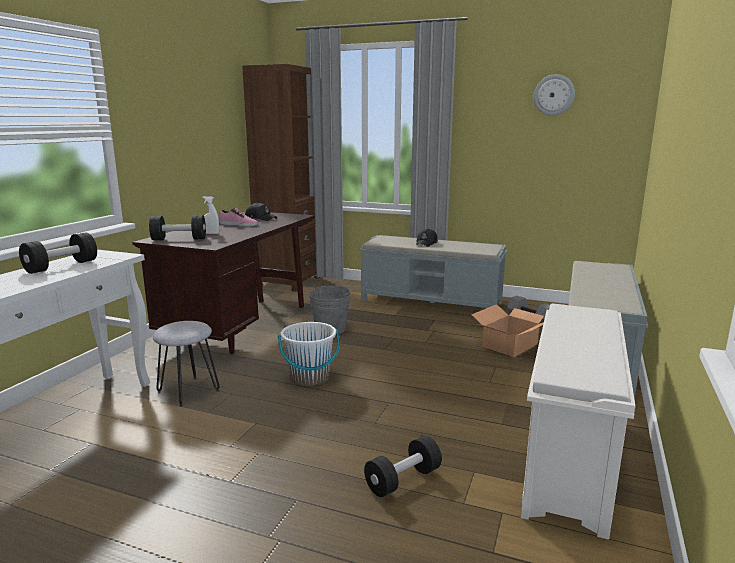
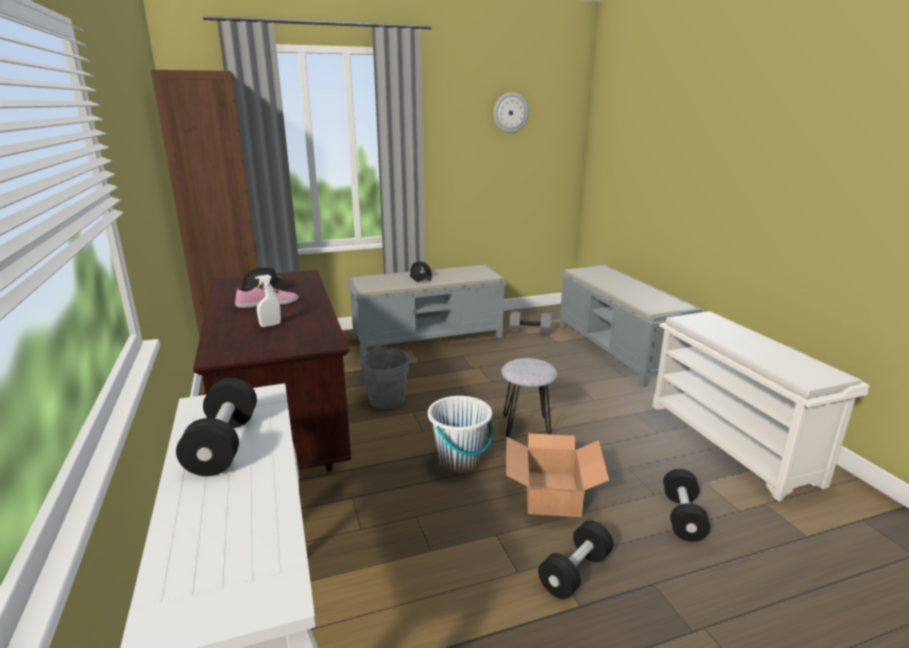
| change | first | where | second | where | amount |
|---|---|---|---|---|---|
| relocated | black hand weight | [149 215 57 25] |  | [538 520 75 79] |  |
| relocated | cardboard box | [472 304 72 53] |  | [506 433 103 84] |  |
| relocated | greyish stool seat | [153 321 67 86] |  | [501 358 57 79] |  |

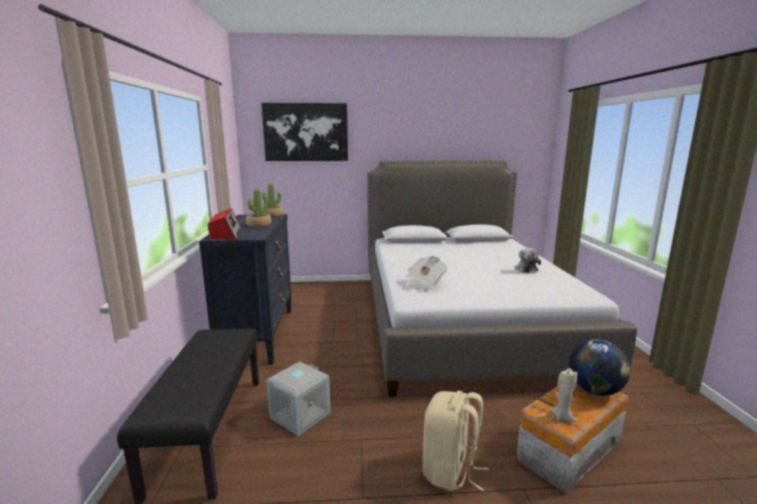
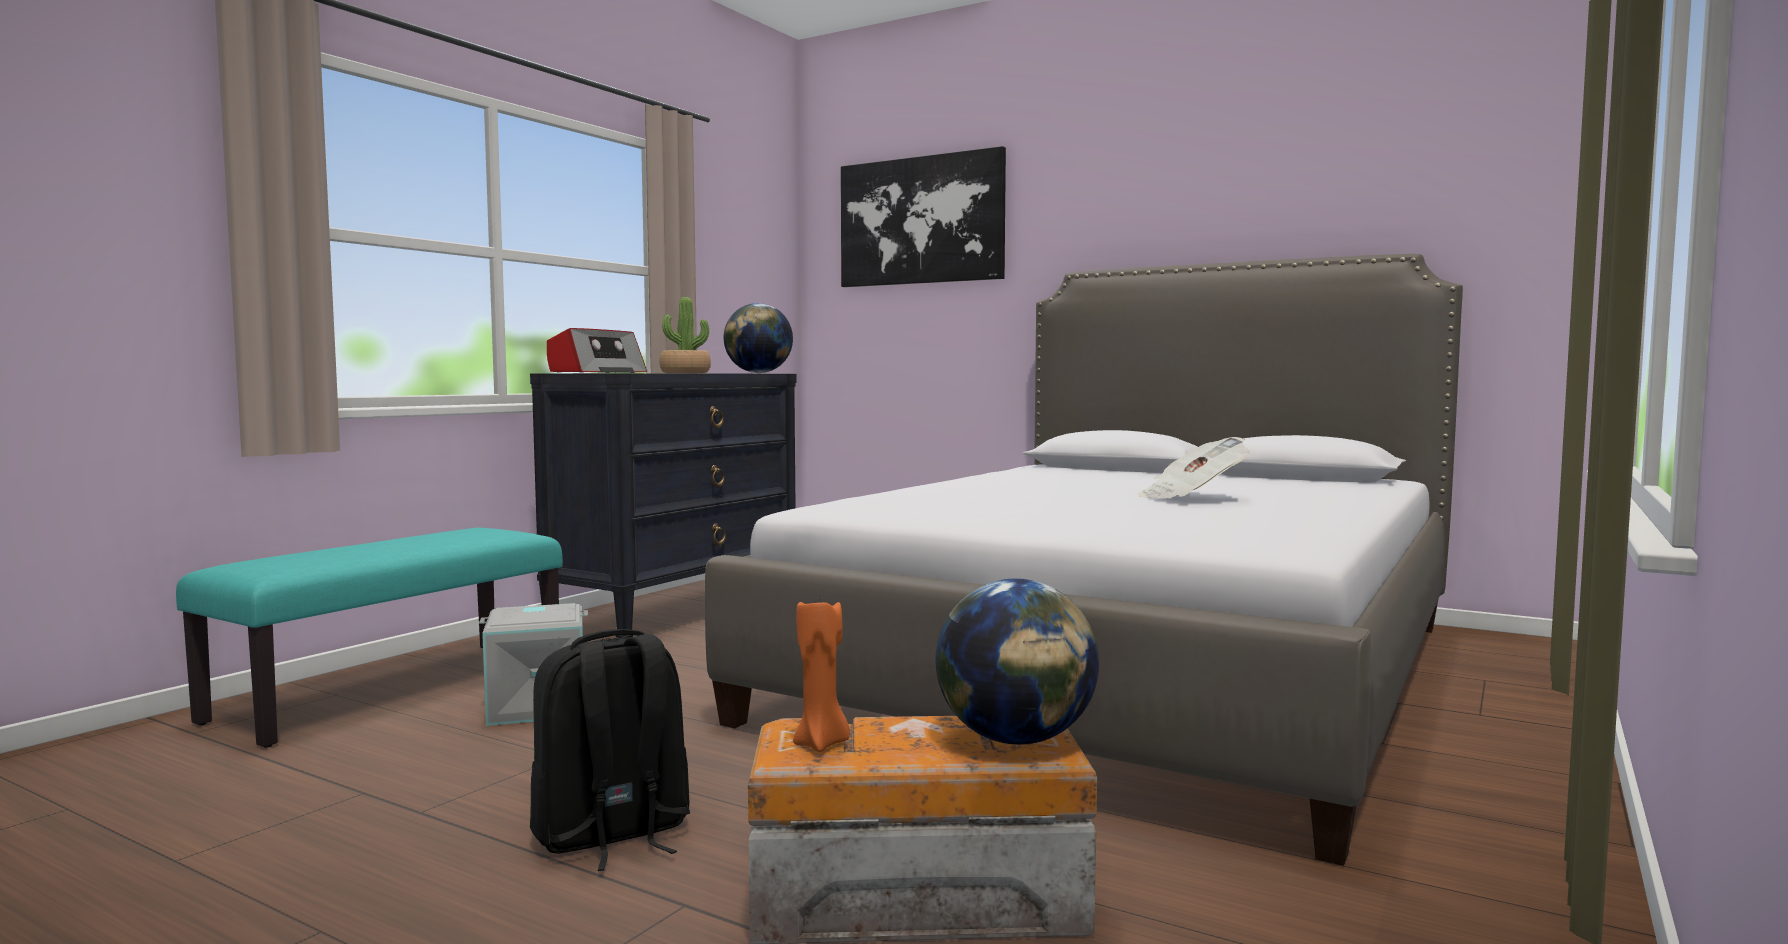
| change | first | where | second | where | amount |
|---|---|---|---|---|---|
| exchanged | potted plant | [262 183 21 35] | world globe | [724 303 69 70] |  |
| missing | cuddly toy | [515 248 26 25] |  |  |  |
| relocated | daily paper | [406 256 41 33] |  | [1138 437 112 61] |  |
| colour | black bench | [117 329 142 175] | turquoise bench | [176 528 387 220] |  |
| colour | beige-coloured wax light | [550 368 27 54] | orangey wax light | [793 597 57 155] |  |
| colour | beige-coloured rucksack | [423 391 66 100] | black rucksack | [530 629 160 242] |  |

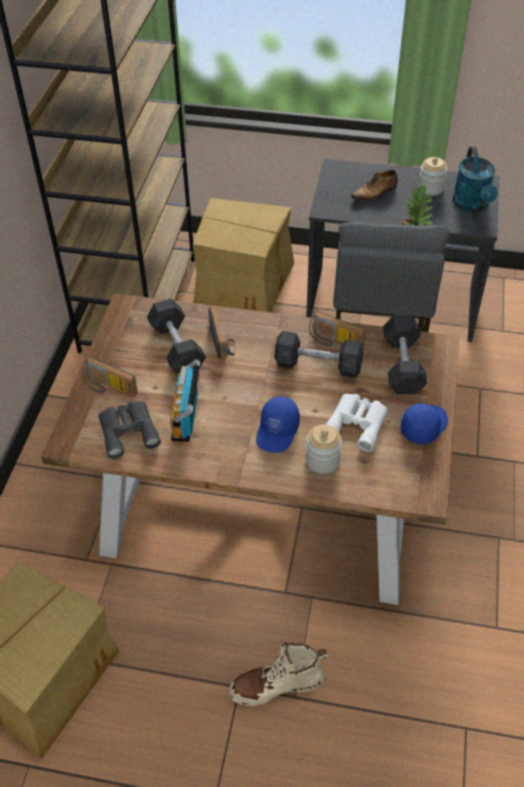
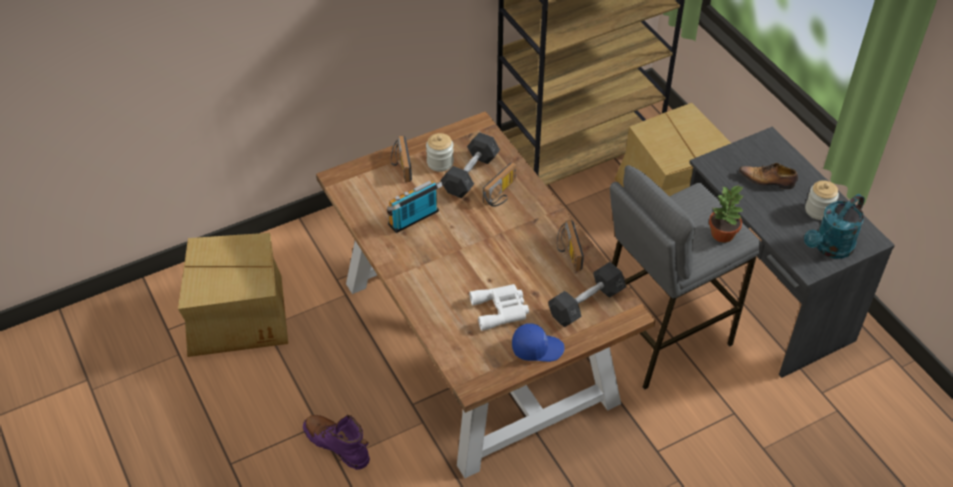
| change | first | where | second | where | amount |
|---|---|---|---|---|---|
| missing | greyish hand weight | [274 331 89 46] |  |  |  |
| missing | bluish cap | [256 396 44 57] |  |  |  |
| missing | greyish field glasses | [98 401 63 58] |  |  |  |
| relocated | storage jar | [305 425 37 49] |  | [426 133 28 39] |  |
| colour | beige-coloured high-top boot | [229 642 99 64] | purple high-top boot | [303 415 67 55] |  |

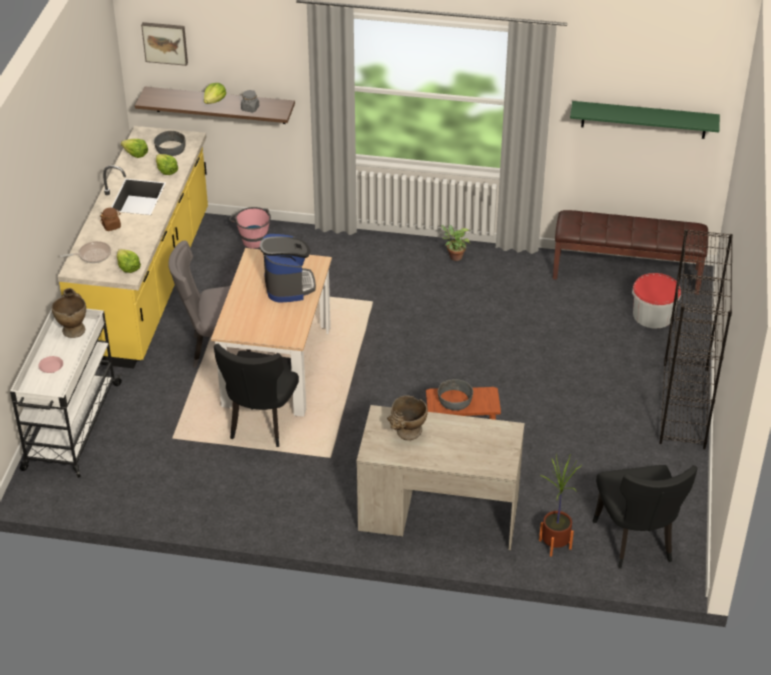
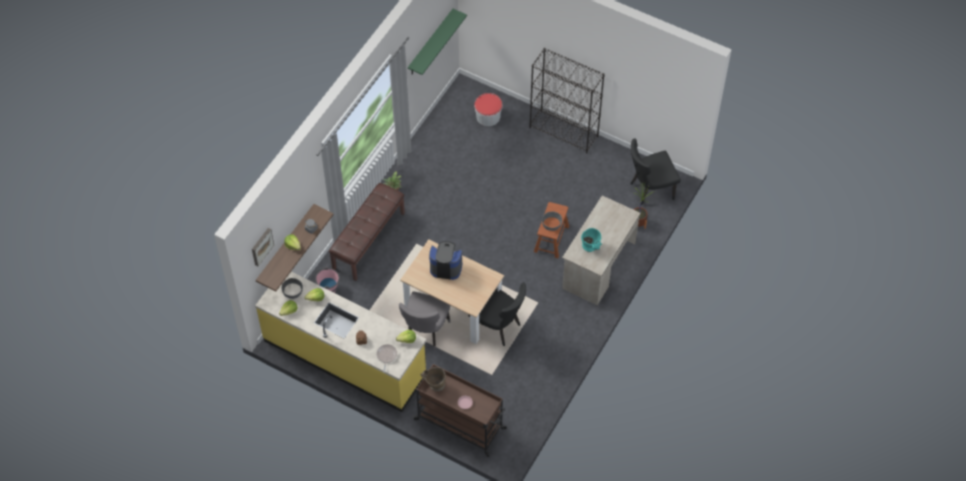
| change | first | where | second | where | amount |
|---|---|---|---|---|---|
| relocated | brown-coloured bench | [553 210 155 85] |  | [329 183 76 98] |  |
| colour | white trolley | [10 308 112 170] | brown-coloured trolley | [413 364 94 93] |  |
| colour | beige-coloured flower vase | [387 396 41 44] | turquoise flower vase | [581 228 21 24] |  |
| spun | black plain chair | [593 465 105 104] |  | [630 138 51 67] | 150 degrees clockwise |

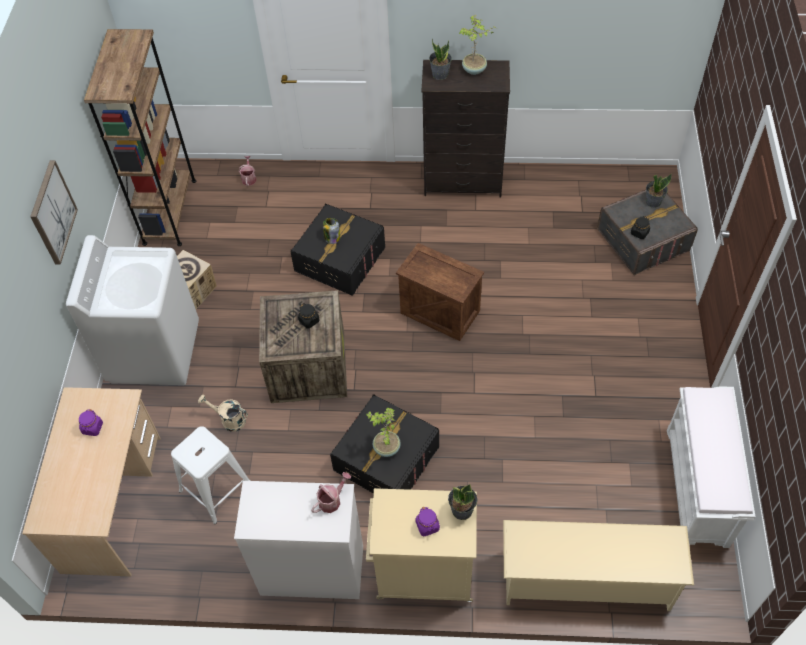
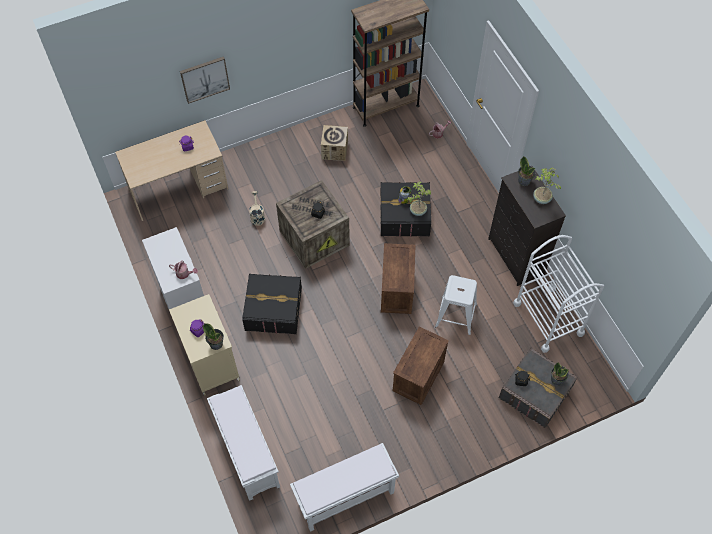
| change | first | where | second | where | amount |
|---|---|---|---|---|---|
| relocated | picture | [30 160 48 105] |  | [180 56 50 48] |  |
| missing | white laundry machine | [66 235 133 150] |  |  |  |
| relocated | potted plant | [366 408 35 49] |  | [407 182 24 34] |  |
| relocated | white stool seat | [171 426 79 98] |  | [435 275 42 60] |  |
| exchanged | beige-coloured shoe rack | [503 520 191 91] | white bench | [207 385 73 116] |  |
| appeared |  |  | white trolley | [513 235 91 118] |  |
| appeared |  |  | crate | [393 326 56 79] |  |

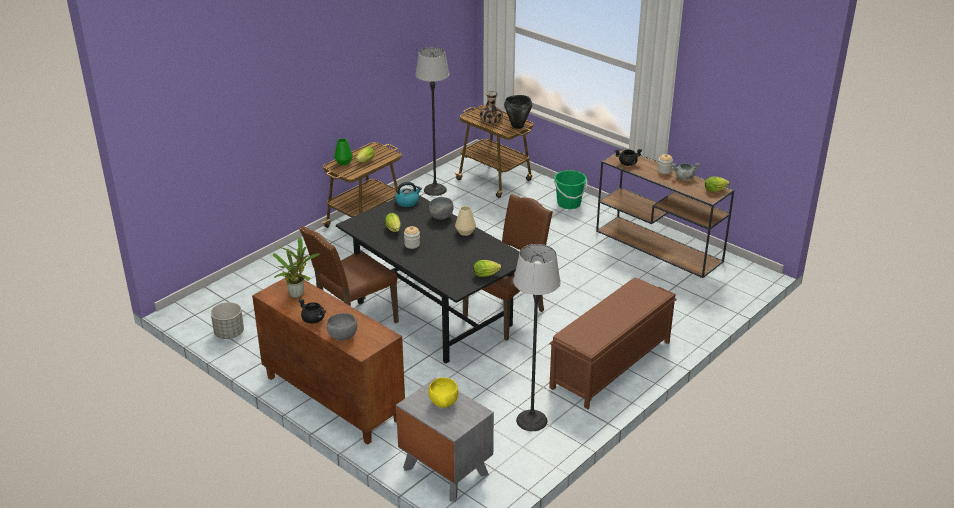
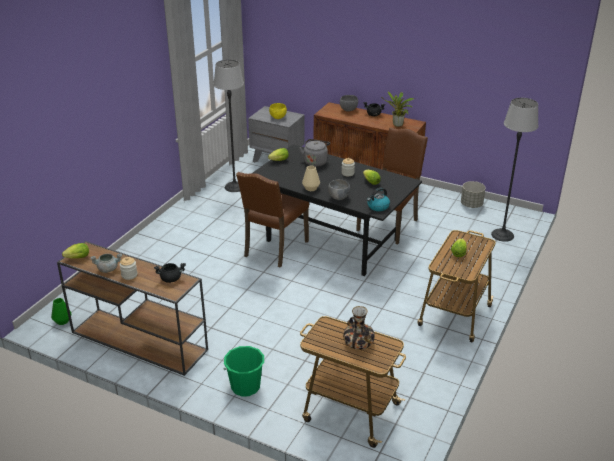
| change | first | where | second | where | amount |
|---|---|---|---|---|---|
| relocated | standing lamp | [415 47 34 149] |  | [491 98 47 144] |  |
| missing | black saucepot | [504 95 28 34] |  |  |  |
| relocated | green-coloured flower vase | [334 138 19 27] |  | [51 298 20 27] |  |
| missing | brown-coloured bench | [549 278 128 131] |  |  |  |
| appeared |  |  | greyish kettle | [299 139 31 28] |  |

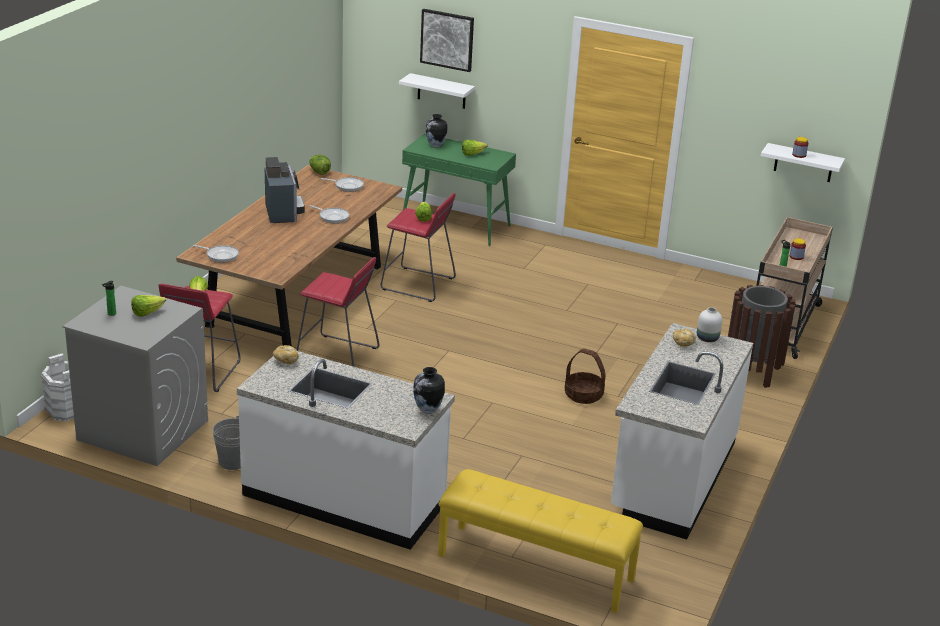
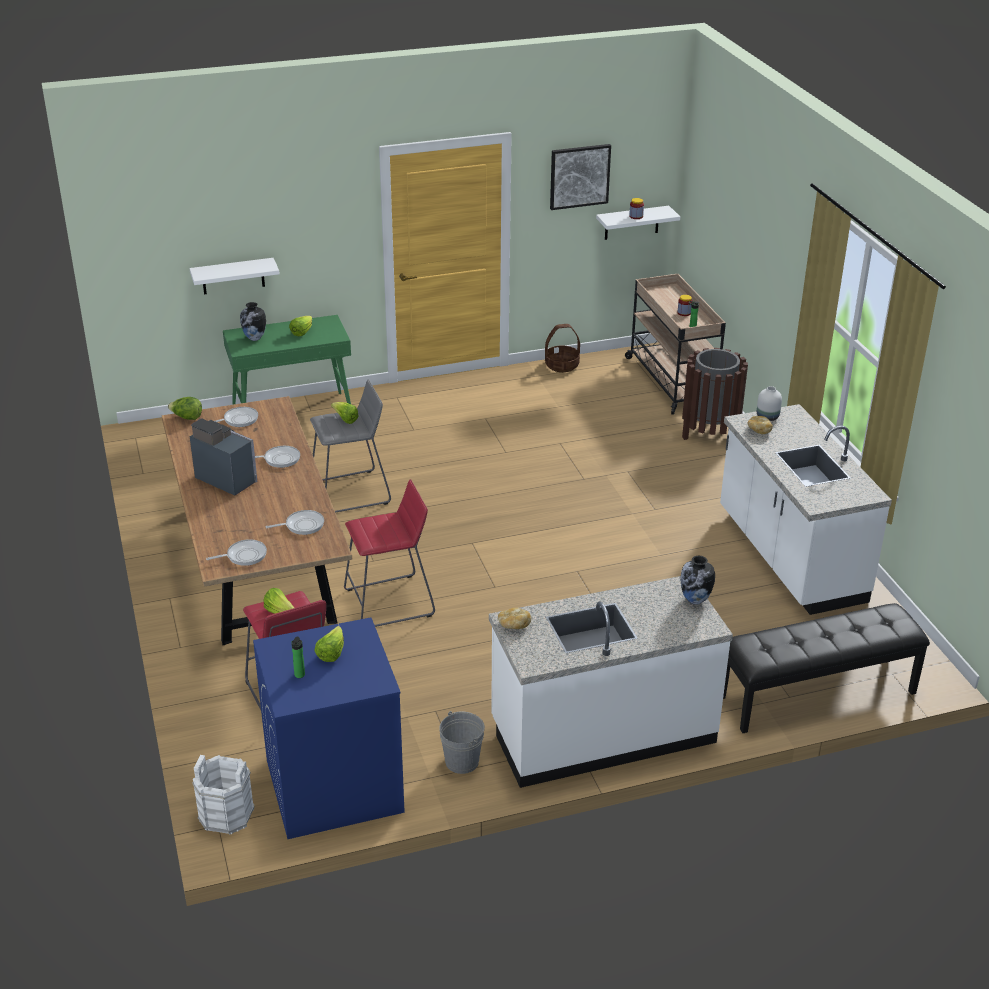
| change | first | where | second | where | amount |
|---|---|---|---|---|---|
| relocated | picture | [420 9 54 63] |  | [550 144 61 66] |  |
| colour | reddish stool seat | [381 193 75 109] | greyish stool seat | [310 379 81 134] |  |
| colour | greyish laundry machine | [62 286 146 180] | bluish laundry machine | [253 617 152 222] |  |
| relocated | household basket | [565 348 41 56] |  | [545 324 35 48] |  |
| colour | yellow-coloured bench | [438 469 205 144] | black bench | [723 603 207 130] |  |
| appeared |  |  | skillet | [266 510 58 25] |  |

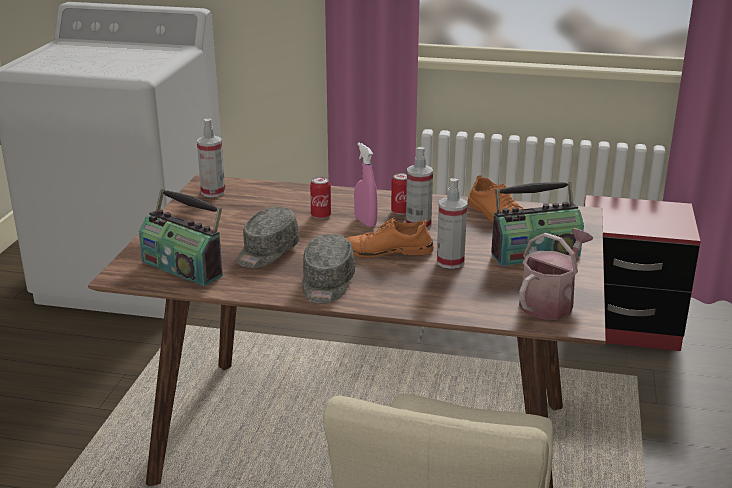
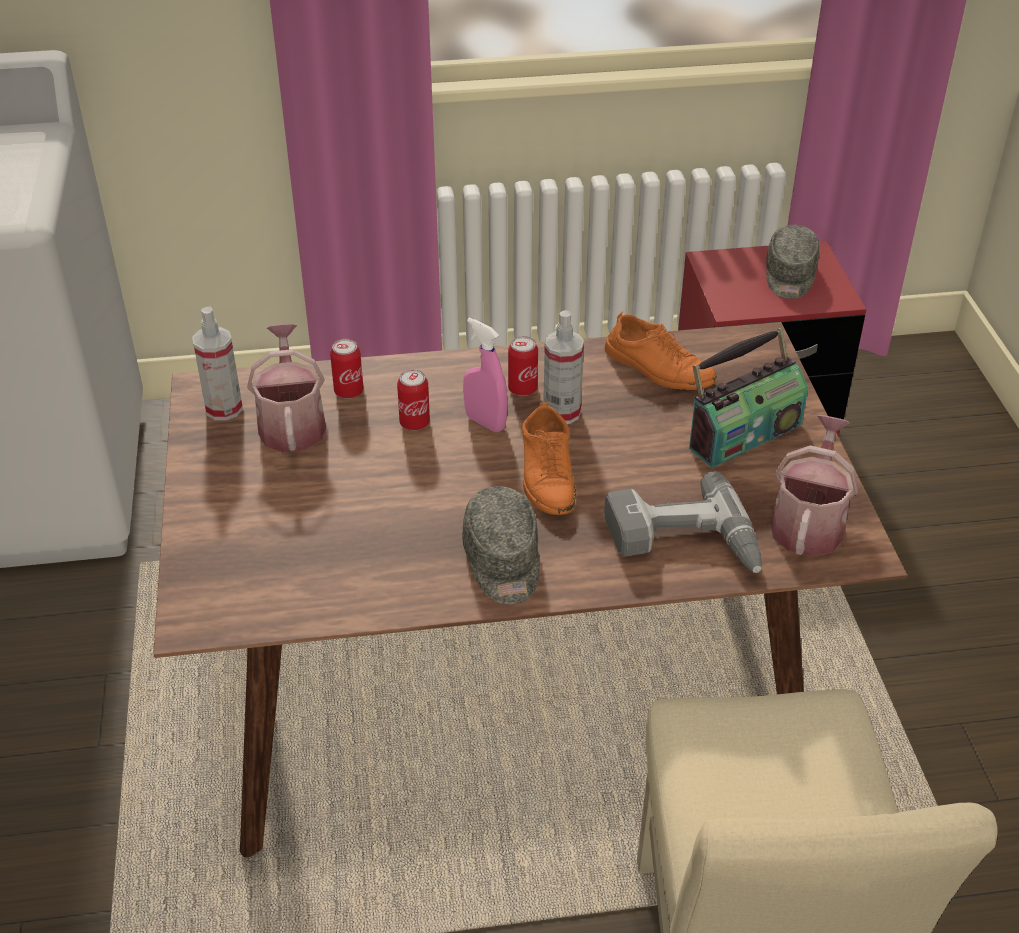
| change | first | where | second | where | amount |
|---|---|---|---|---|---|
| missing | spray bottle | [437 178 30 91] |  |  |  |
| missing | radio set | [139 189 84 97] |  |  |  |
| relocated | greyish cap | [237 207 63 61] |  | [766 225 53 74] |  |
| spun | orangey shoe | [347 217 87 40] |  | [522 402 54 113] | 75 degrees counterclockwise |
| appeared |  |  | watering pot | [247 323 79 130] |  |
| appeared |  |  | sealed can | [330 339 34 60] |  |
| appeared |  |  | power drill | [604 471 158 102] |  |

